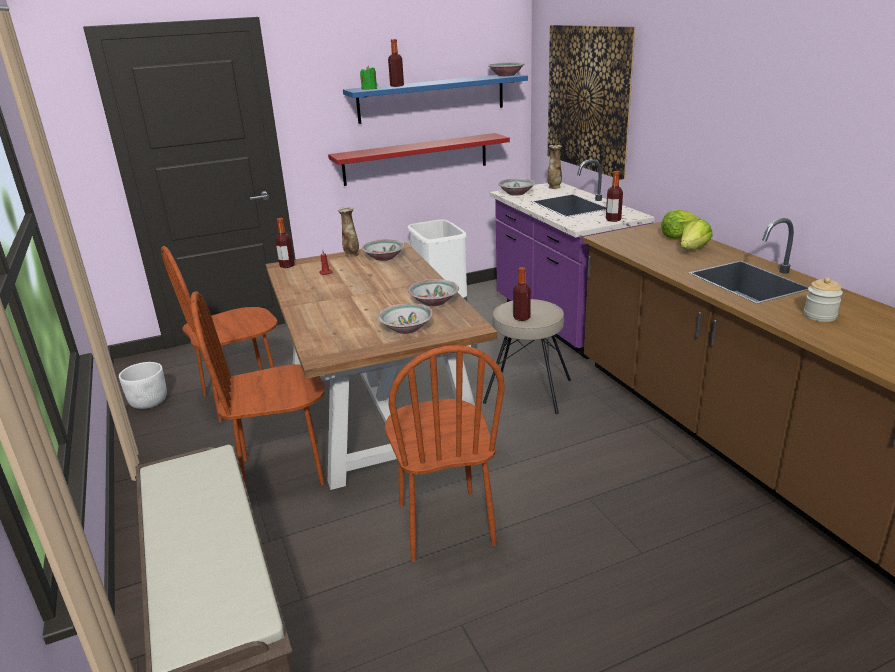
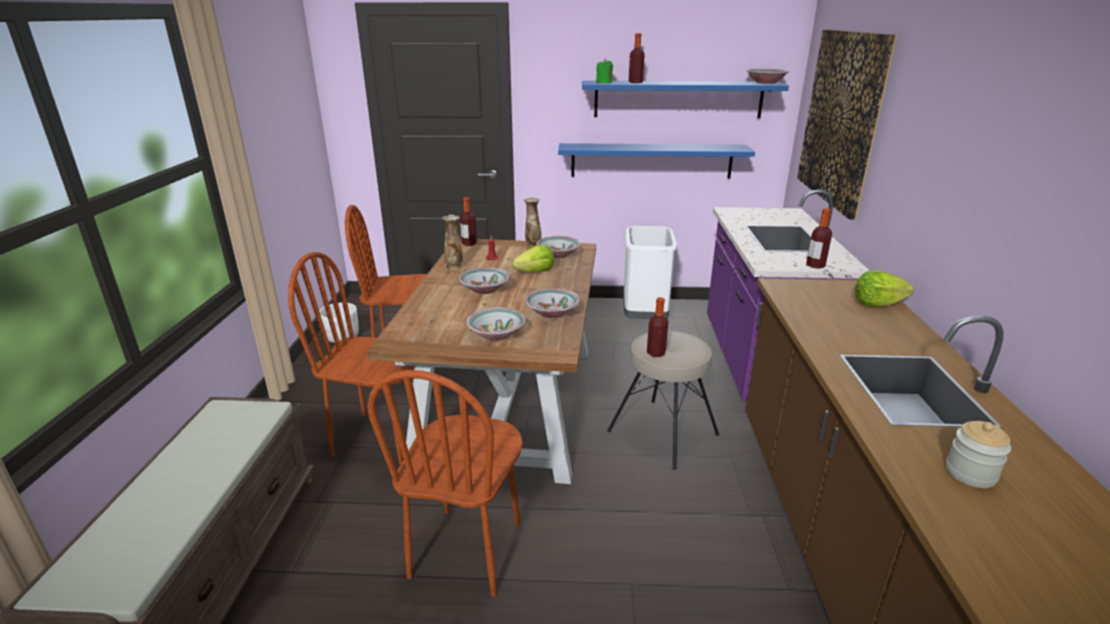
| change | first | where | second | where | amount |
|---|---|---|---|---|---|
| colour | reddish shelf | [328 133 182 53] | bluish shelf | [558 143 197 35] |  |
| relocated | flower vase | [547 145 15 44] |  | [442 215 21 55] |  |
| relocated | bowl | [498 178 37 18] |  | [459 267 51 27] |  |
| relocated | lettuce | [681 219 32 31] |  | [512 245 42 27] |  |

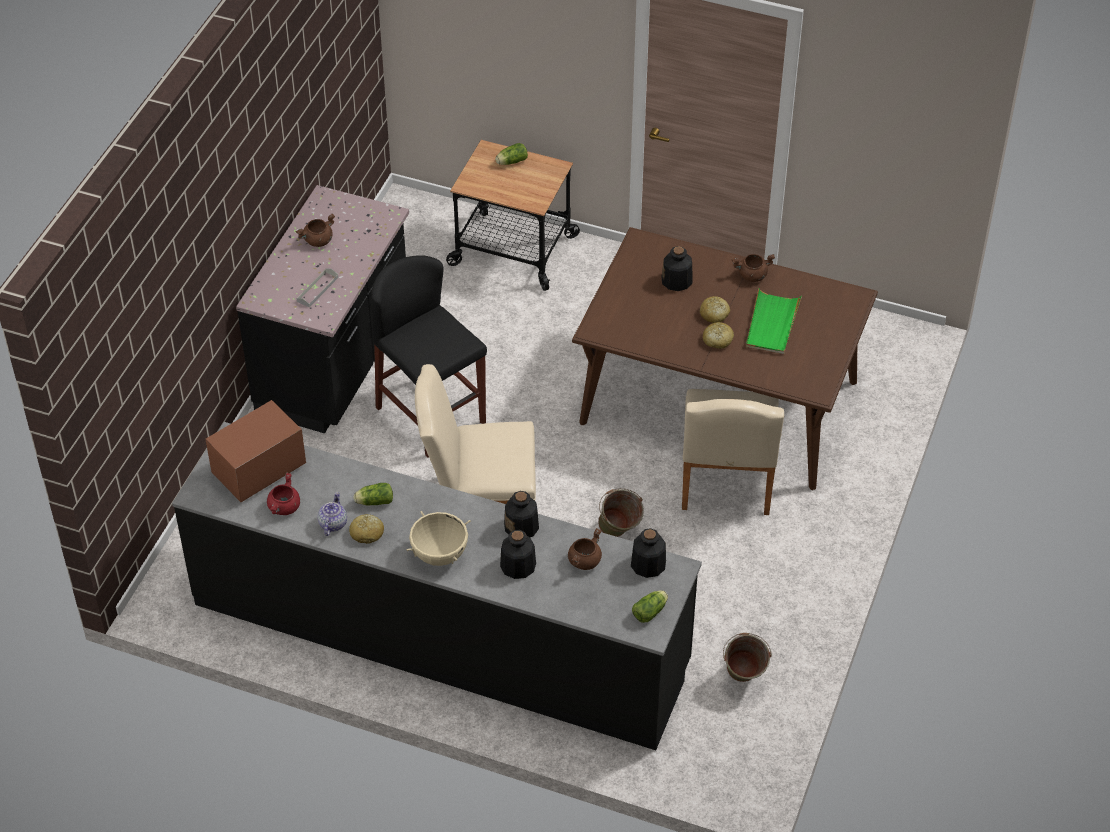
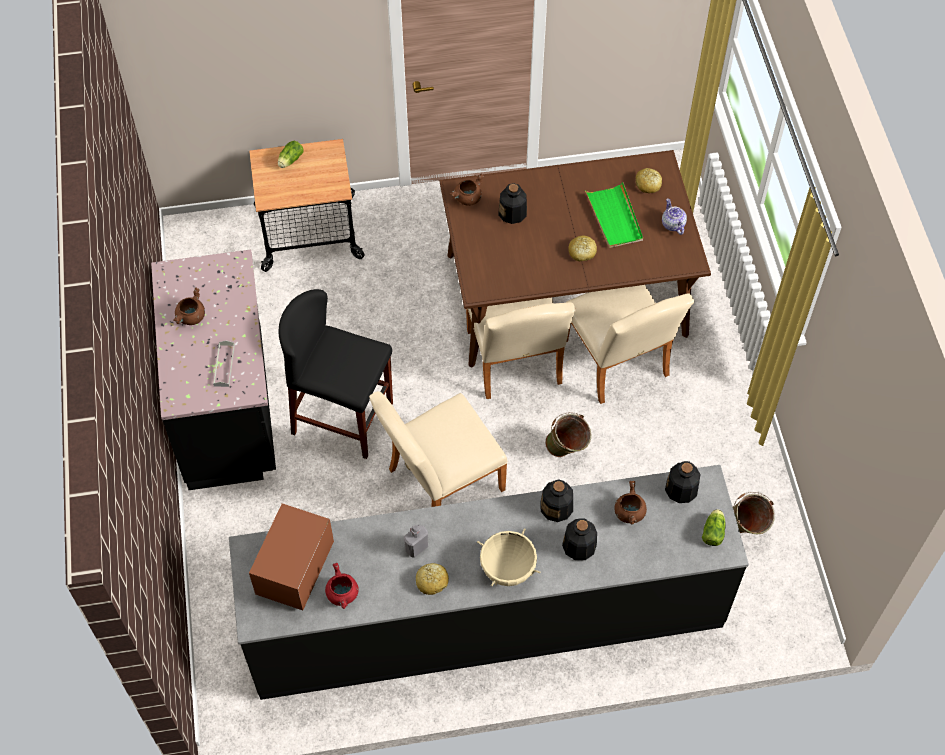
| change | first | where | second | where | amount |
|---|---|---|---|---|---|
| relocated | brown-coloured saucepot | [732 254 43 28] |  | [449 174 35 32] |  |
| relocated | baked bread | [700 296 30 27] |  | [635 168 27 25] |  |
| exchanged | lettuce | [354 483 39 22] | greyish beverage bottle | [404 525 24 33] |  |
| relocated | tea pot | [318 492 29 44] |  | [662 199 25 36] |  |
| appeared |  |  | beige-coloured plain chair | [466 297 109 102] |  |

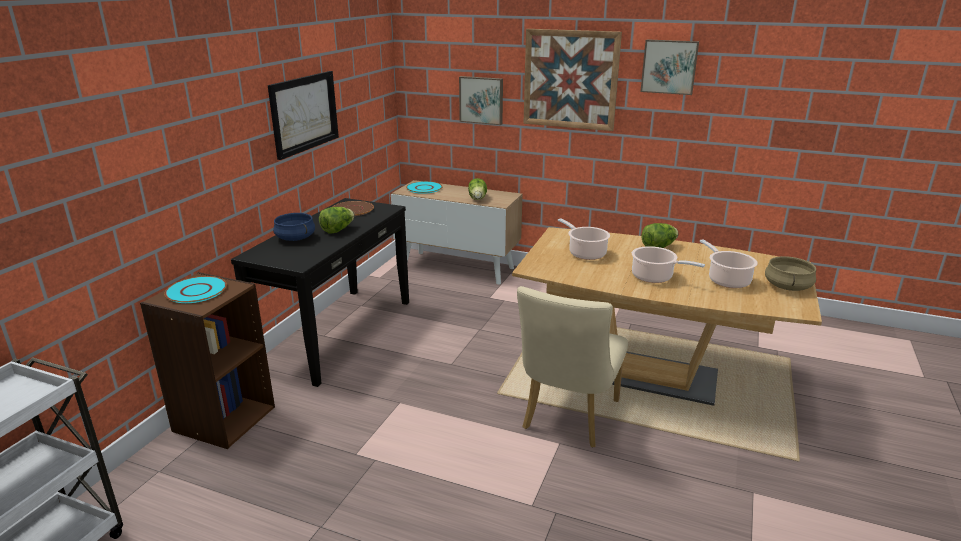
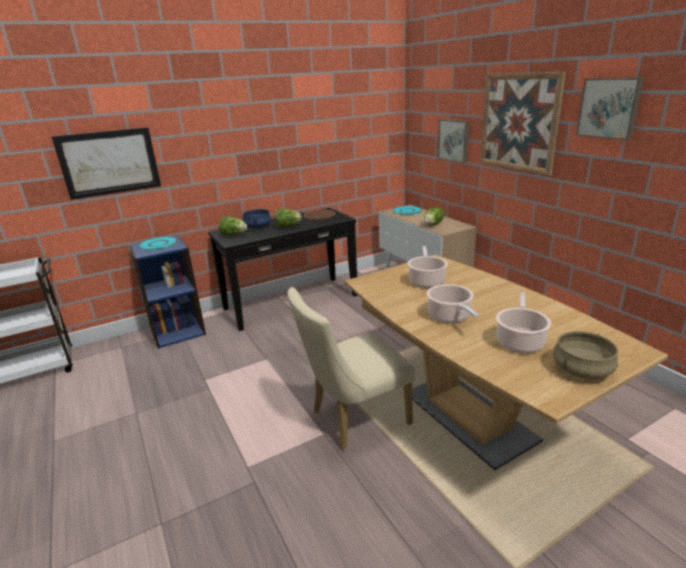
| change | first | where | second | where | amount |
|---|---|---|---|---|---|
| relocated | picture | [268 71 71 89] |  | [52 127 109 73] |  |
| relocated | lettuce | [641 223 37 25] |  | [219 217 28 19] |  |
| colour | brown-coloured bookcase | [140 272 135 177] | bluish bookcase | [129 235 77 114] |  |

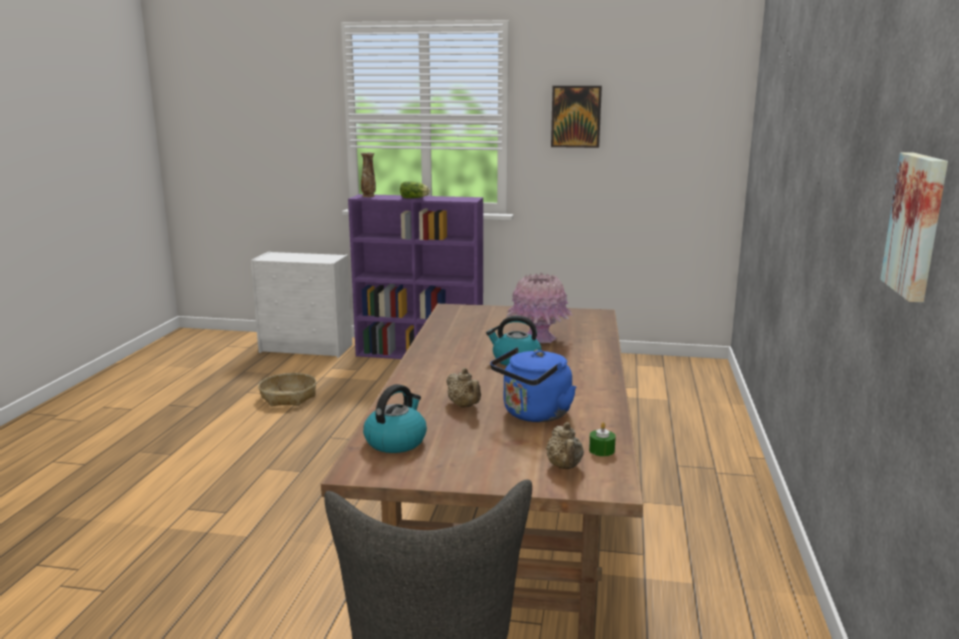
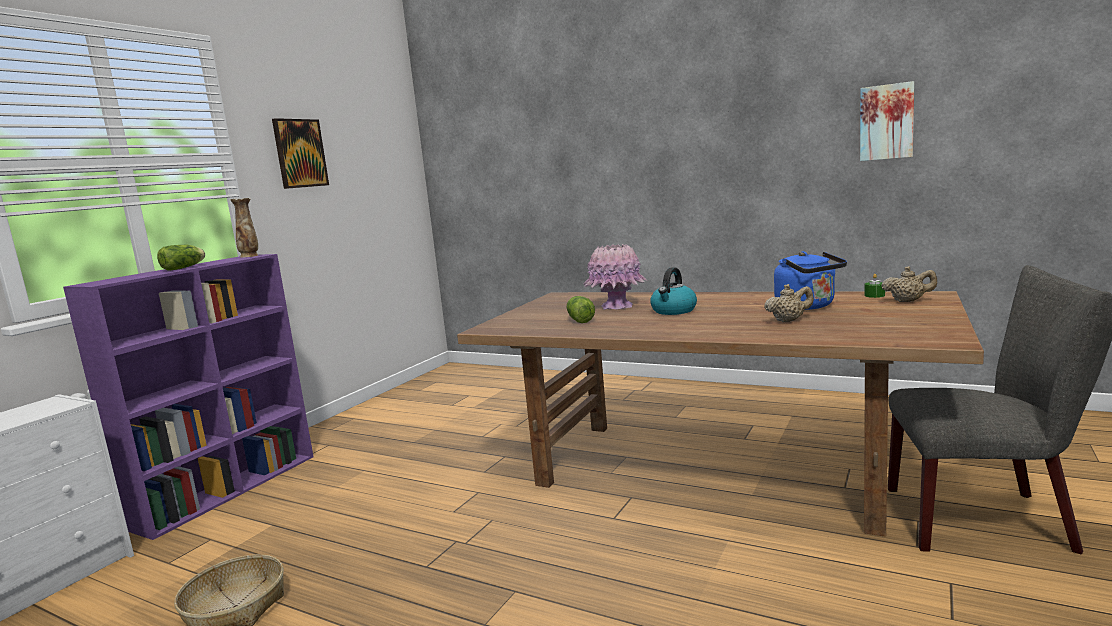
| change | first | where | second | where | amount |
|---|---|---|---|---|---|
| relocated | flower vase | [361 152 15 45] |  | [230 198 29 60] |  |
| missing | kettle | [363 384 64 69] |  |  |  |
| appeared |  |  | lettuce | [567 296 28 27] |  |

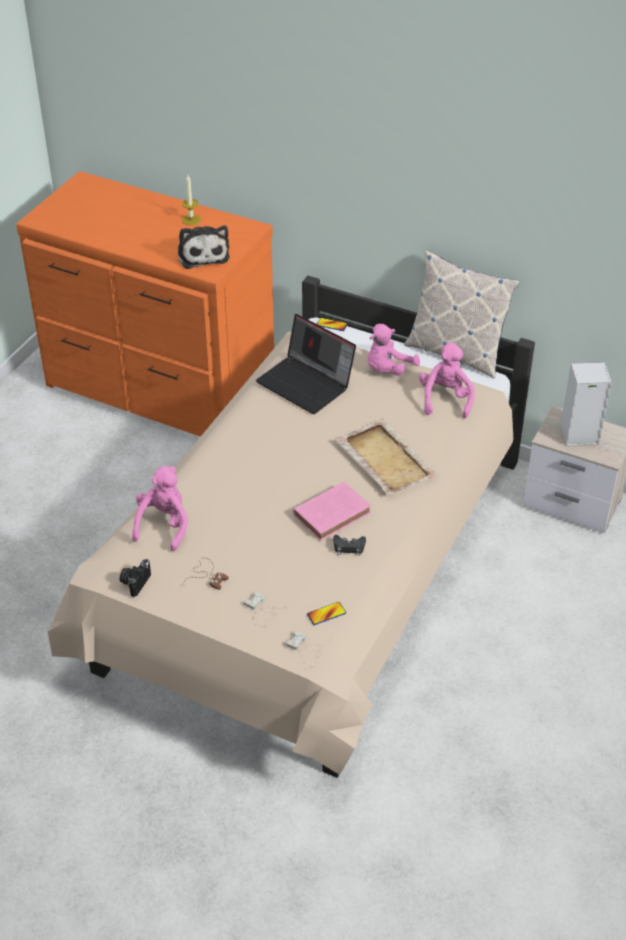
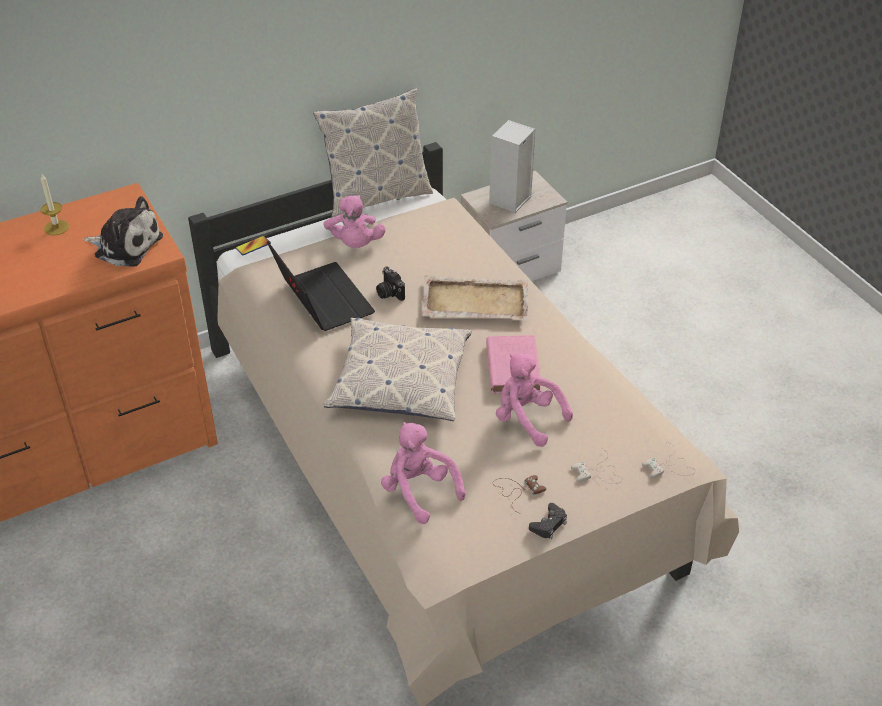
| change | first | where | second | where | amount |
|---|---|---|---|---|---|
| spun | notebook computer | [256 314 100 100] |  | [267 241 108 90] | 105 degrees counterclockwise |
| relocated | pink cuddly toy | [419 342 56 76] |  | [496 353 77 94] |  |
| relocated | black game controller | [333 535 33 21] |  | [529 503 38 36] |  |
| relocated | still camera | [119 559 32 38] |  | [376 266 29 35] |  |
| missing | telephone | [307 602 39 23] |  |  |  |
| appeared |  |  | cushion | [323 318 149 103] |  |

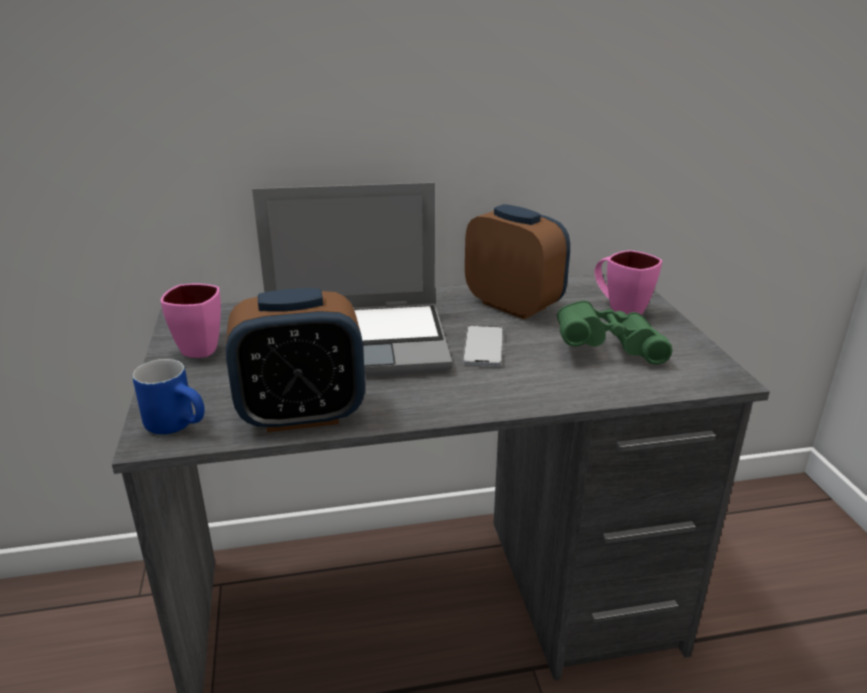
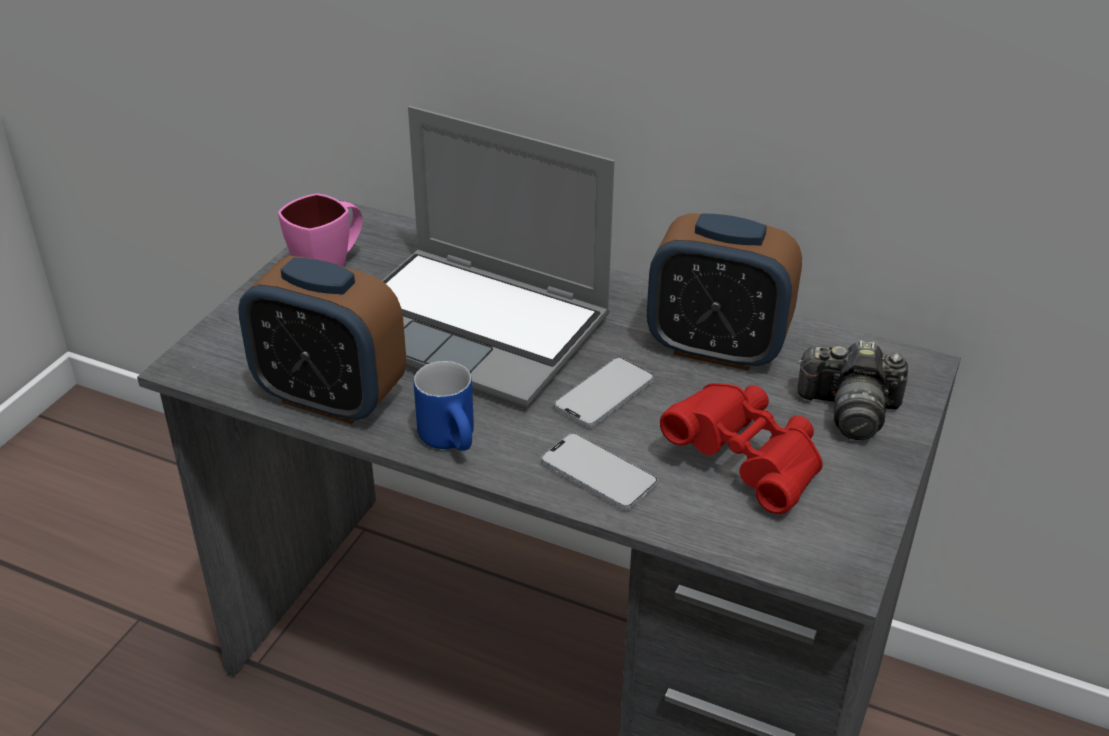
| change | first | where | second | where | amount |
|---|---|---|---|---|---|
| spun | alarm clock | [465 204 105 115] |  | [647 213 155 158] | 120 degrees clockwise |
| exchanged | pink tea mug | [595 250 67 65] | still camera | [797 340 111 100] |  |
| colour | green-coloured field glasses | [557 301 115 64] | reddish field glasses | [660 383 163 131] |  |
| relocated | bluish tea mug | [133 359 72 75] |  | [414 361 60 90] |  |
| appeared |  |  | telephone | [541 433 117 78] |  |

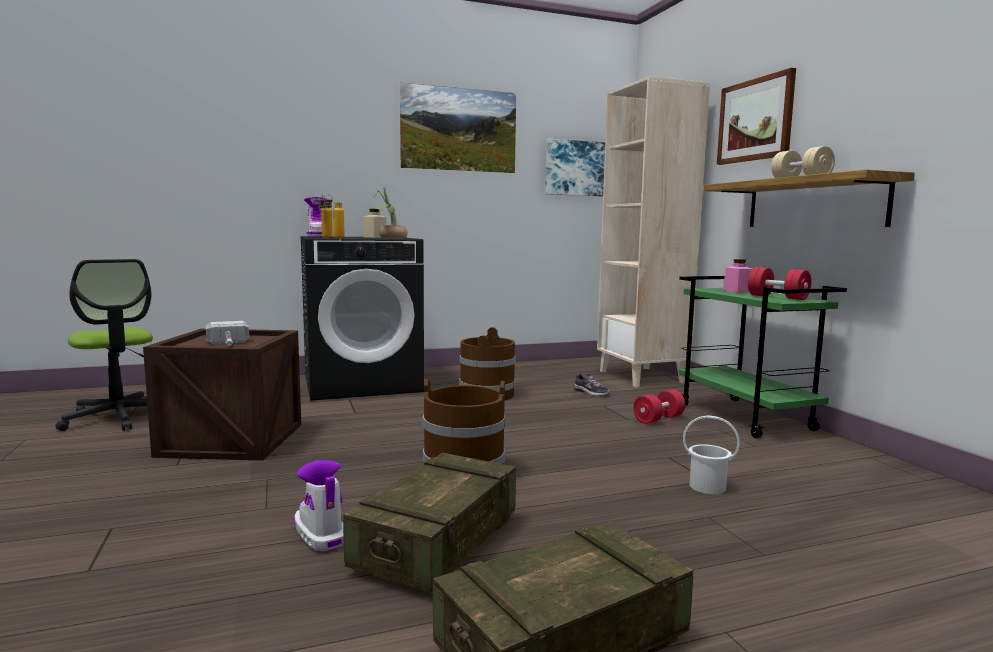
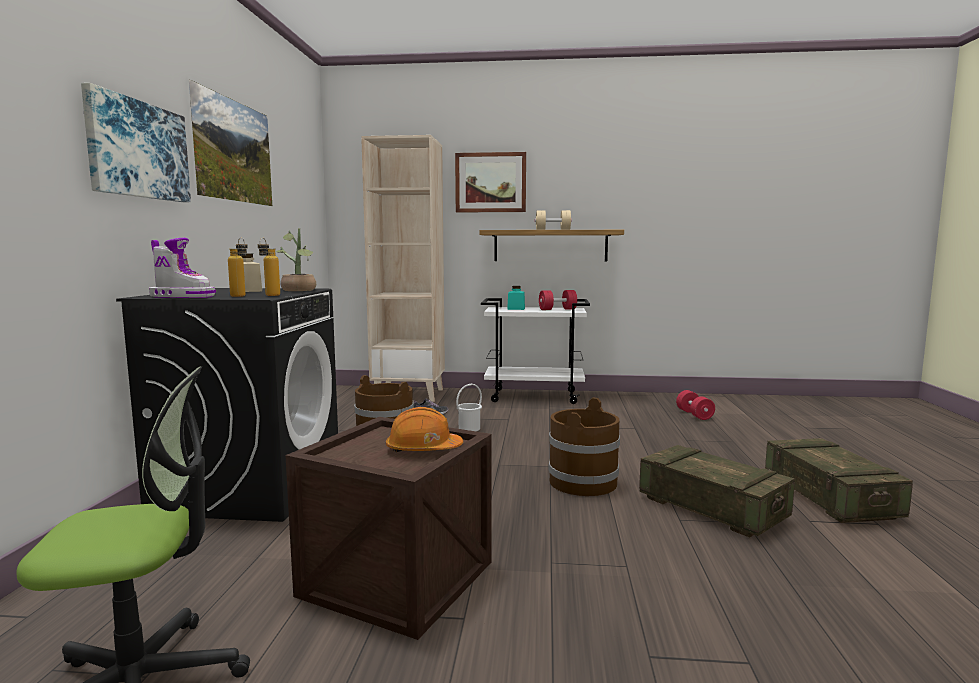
| change | first | where | second | where | amount |
|---|---|---|---|---|---|
| relocated | picture | [545 139 60 58] |  | [81 83 110 119] |  |
| colour | pink storage jar | [723 259 29 34] | turquoise storage jar | [507 286 18 24] |  |
| colour | green-coloured trolley | [679 276 168 162] | white trolley | [481 298 109 106] |  |
| exchanged | hand hammer | [206 321 43 25] | orangey hard hat | [386 407 77 45] |  |
| relocated | reddish hand weight | [633 389 52 35] |  | [676 390 39 30] |  |
| relocated | white bucket | [683 415 57 79] |  | [456 384 26 47] |  |
| missing | high-top boot | [293 460 51 91] |  |  |  |

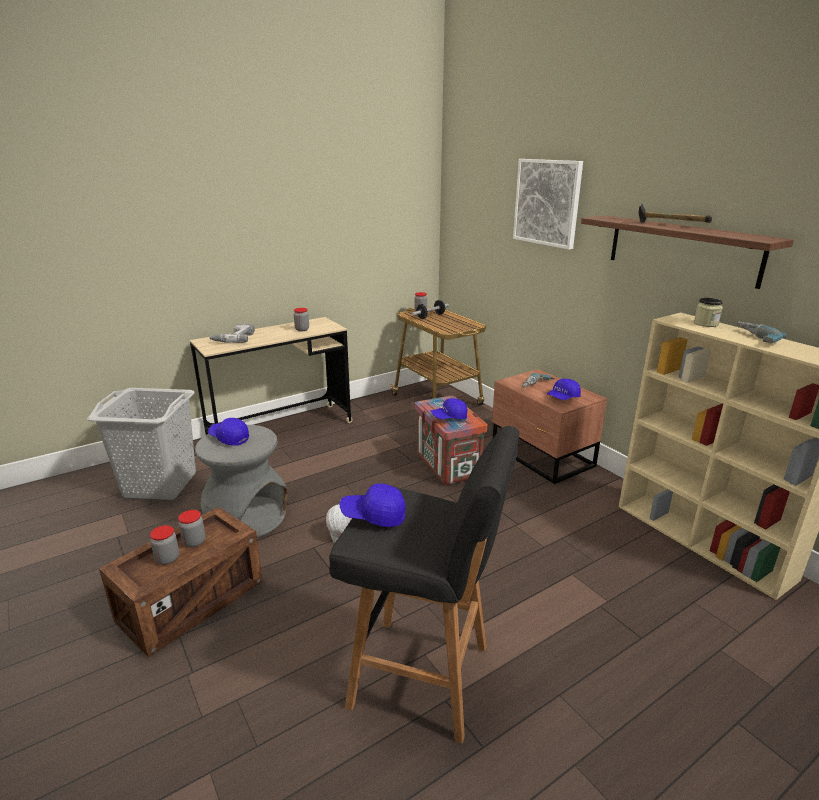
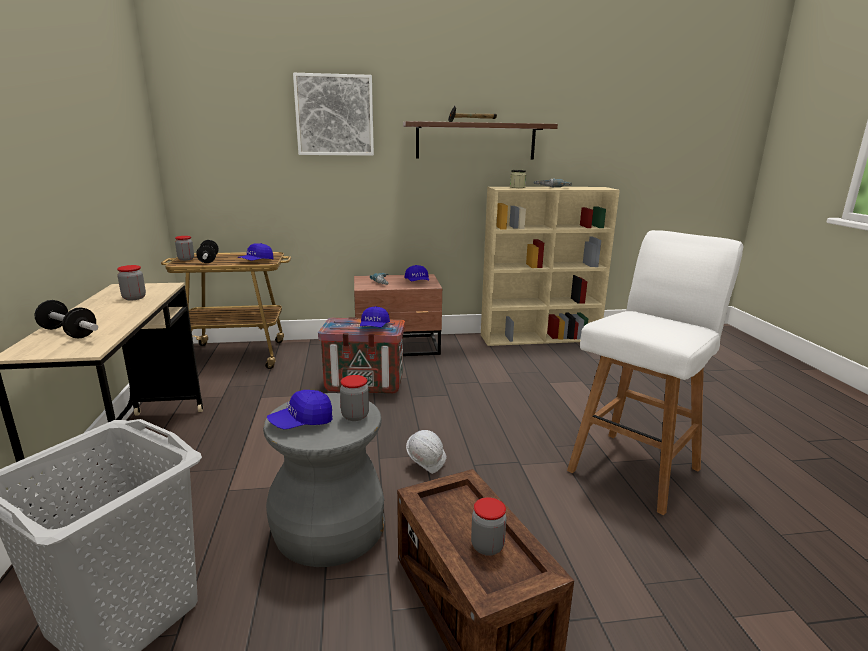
| change | first | where | second | where | amount |
|---|---|---|---|---|---|
| exchanged | power drill | [209 324 46 19] | hand weight | [35 300 63 39] |  |
| colour | black stool seat | [329 426 191 317] | white stool seat | [567 230 177 285] |  |
| relocated | bluish cap | [339 483 67 44] |  | [238 243 35 18] |  |
| relocated | storage jar | [178 510 27 37] |  | [340 375 29 46] |  |

